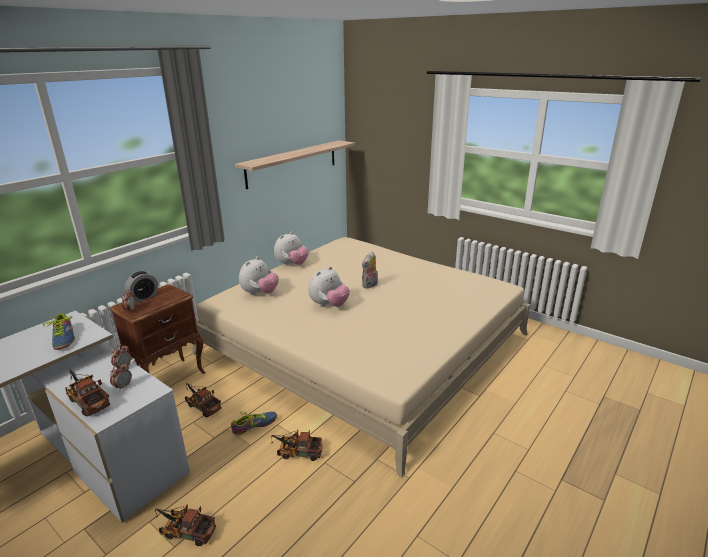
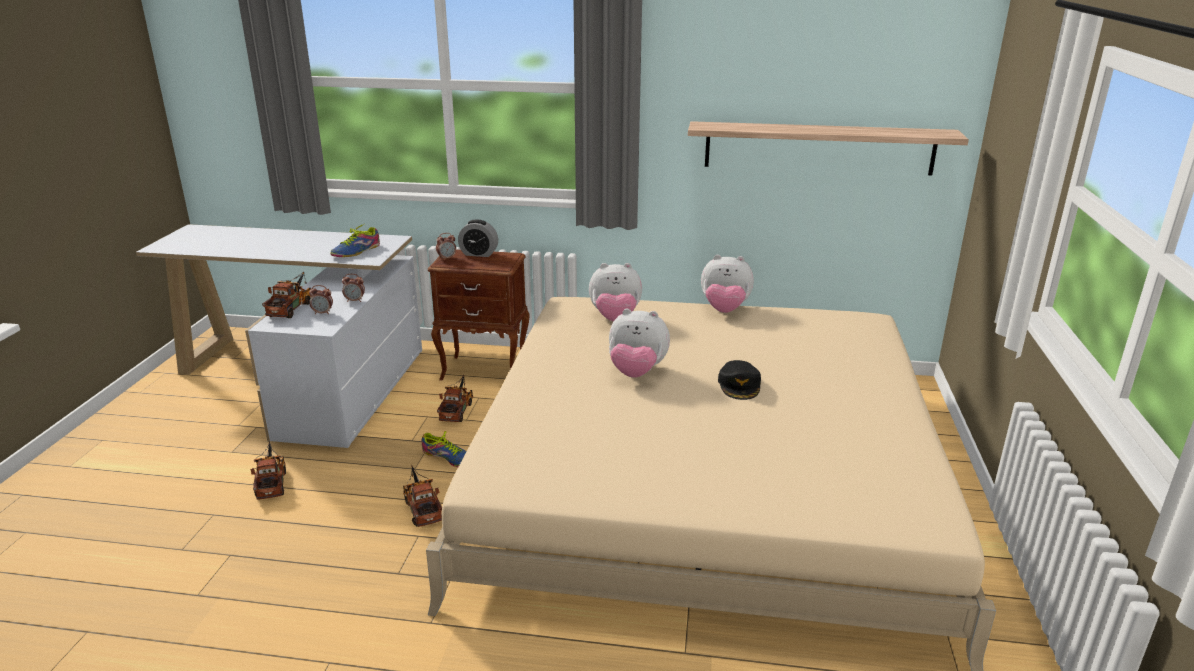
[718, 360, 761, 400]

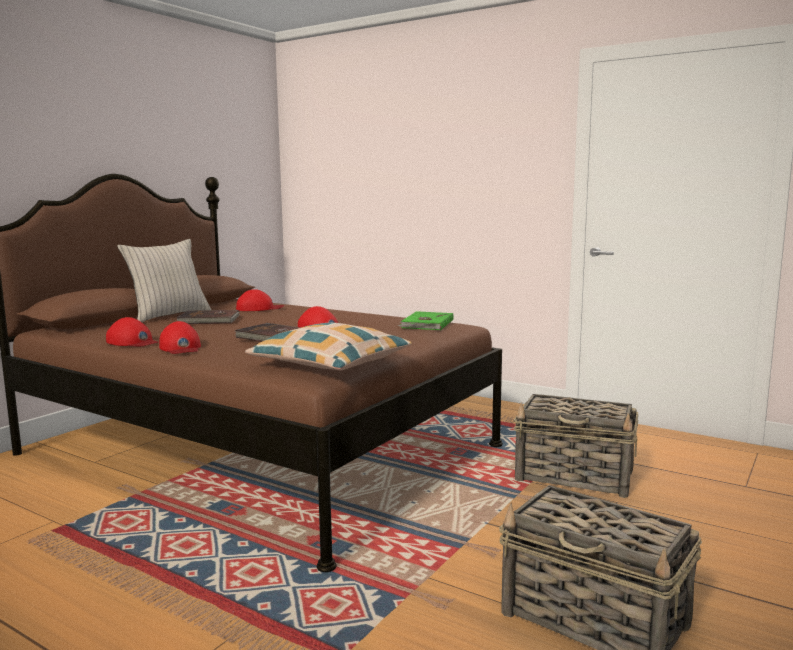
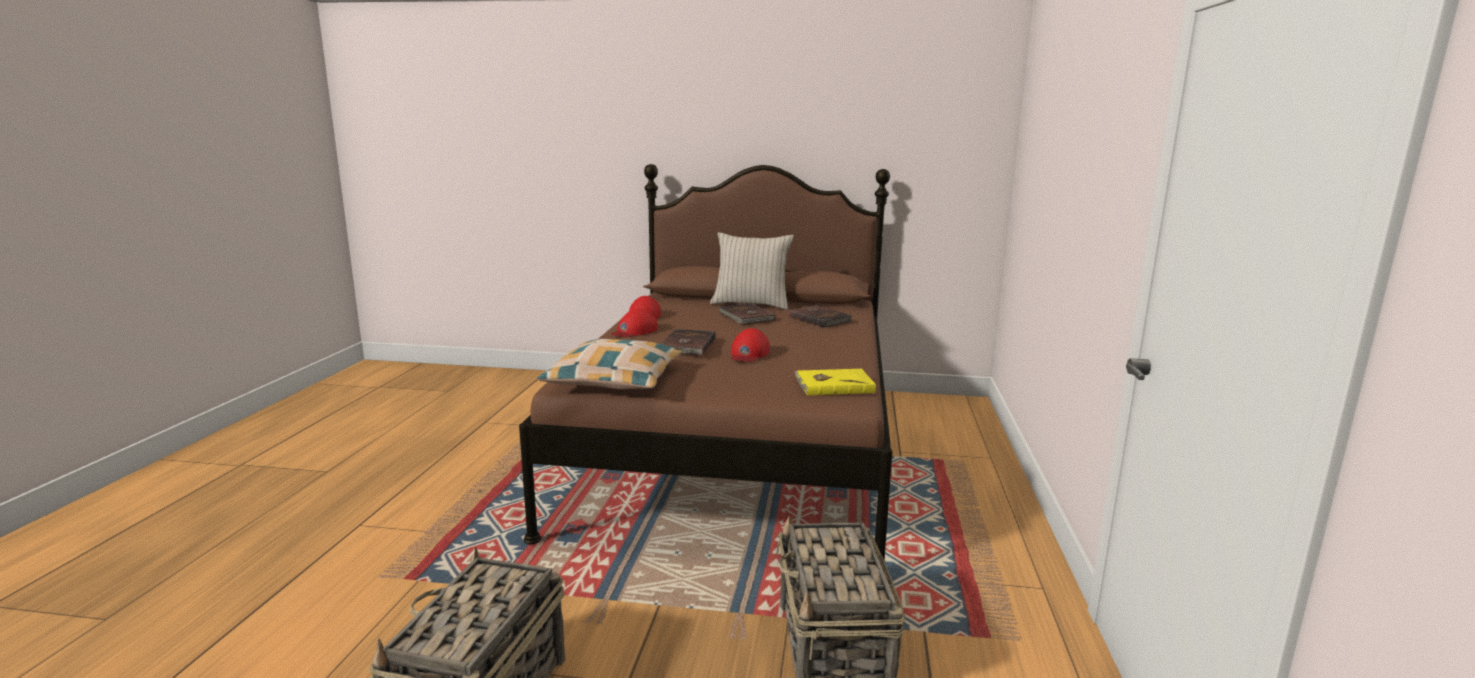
[789, 305, 852, 327]
[795, 369, 876, 396]

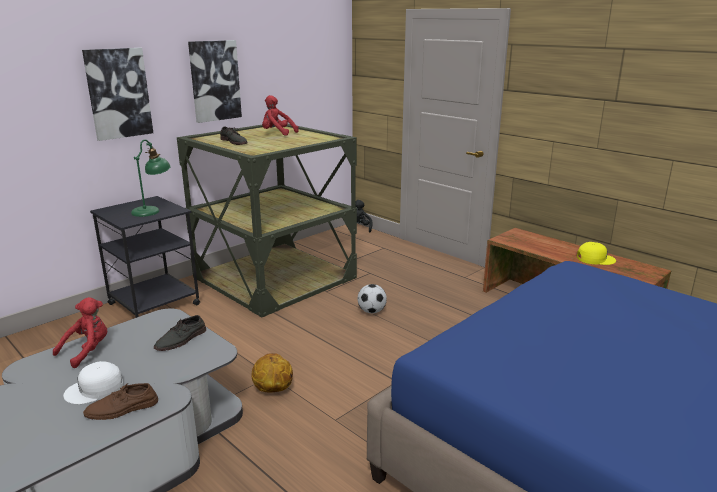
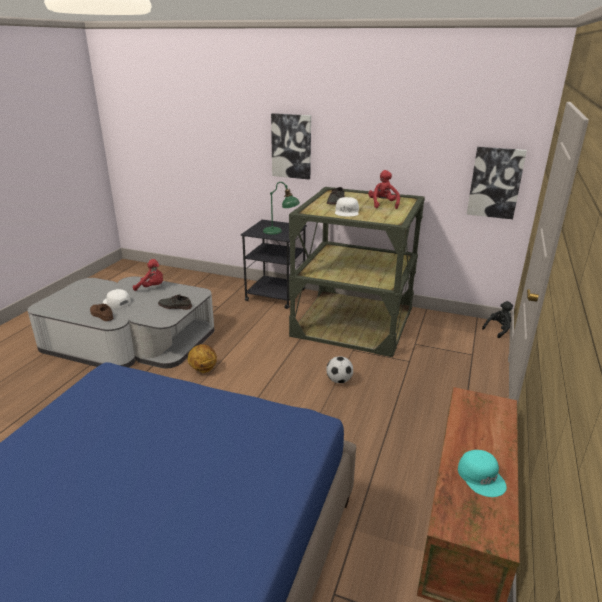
[467, 147, 527, 219]
[458, 450, 507, 497]
[335, 197, 359, 217]

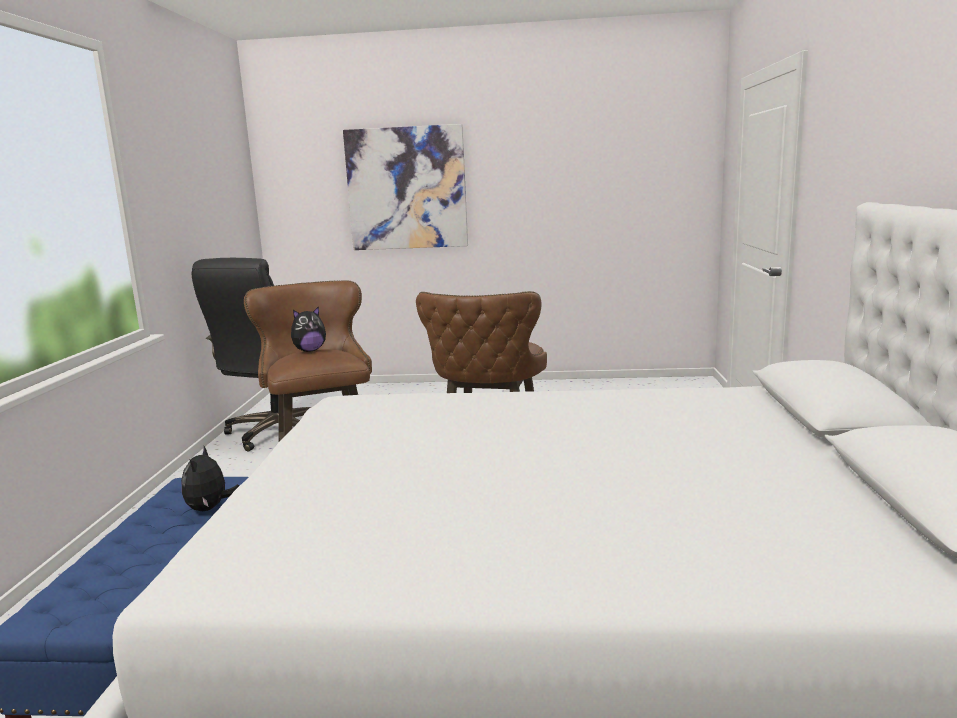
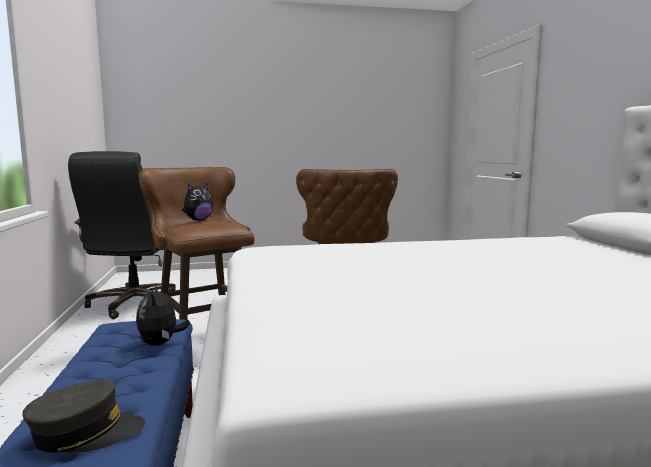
[343, 124, 468, 250] (first image)
[22, 380, 145, 453]

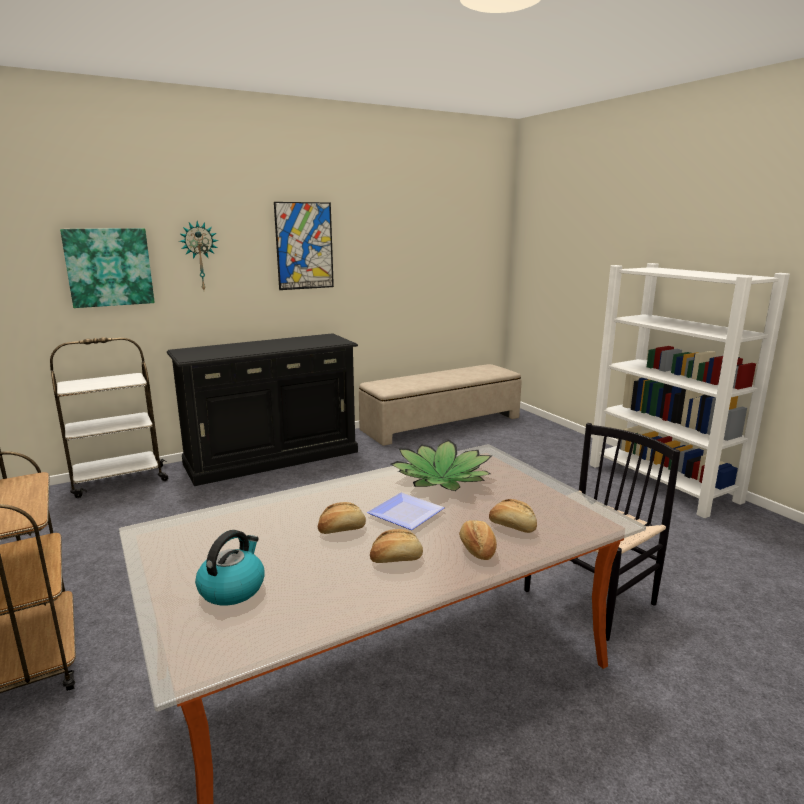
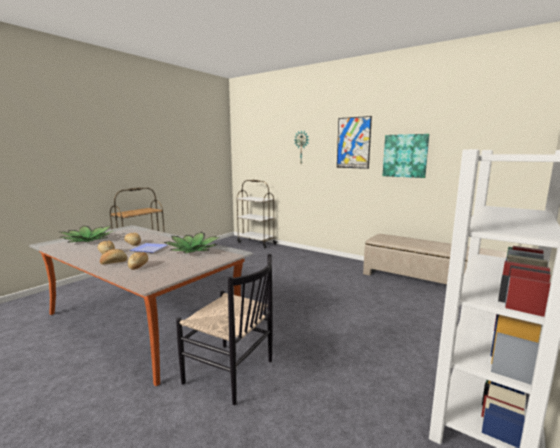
[382, 134, 429, 178]
[167, 333, 358, 486] (first image)
[59, 226, 116, 242]

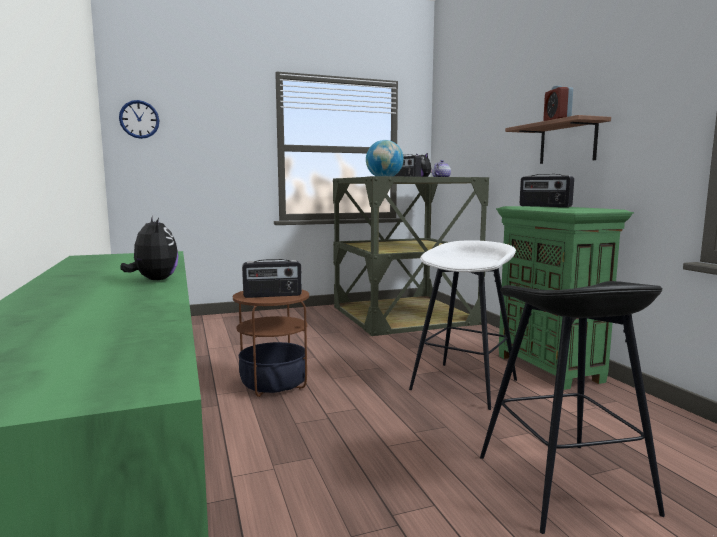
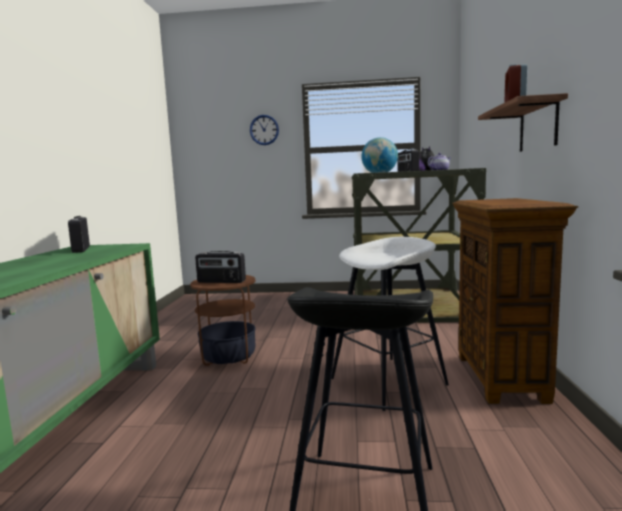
[250, 115, 279, 145]
[121, 216, 178, 280] (first image)
[452, 198, 578, 404]
[68, 216, 90, 253]

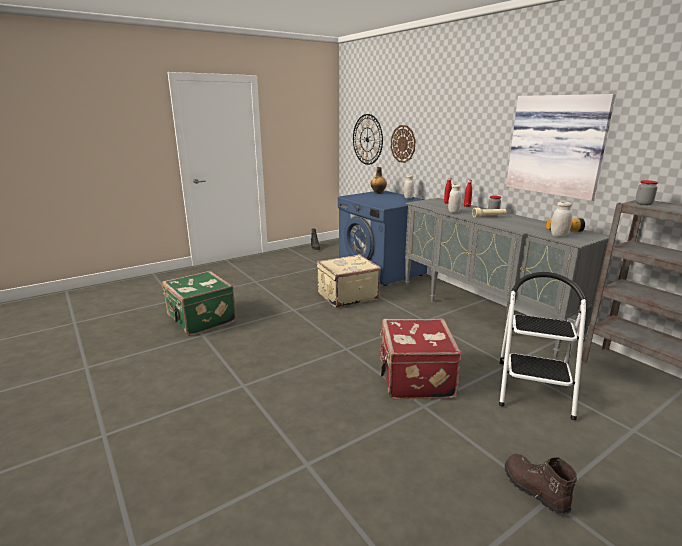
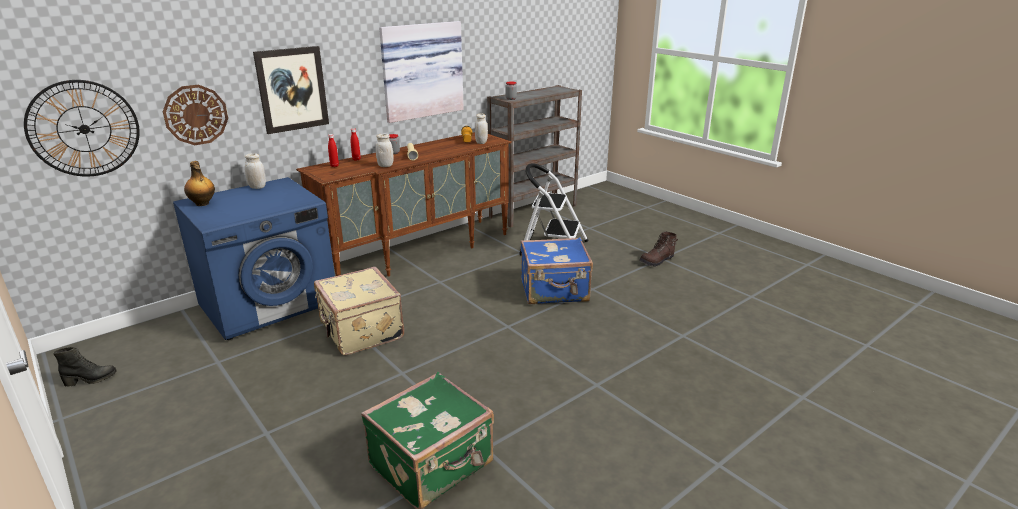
[521, 237, 593, 304]
[296, 132, 512, 277]
[253, 46, 329, 134]

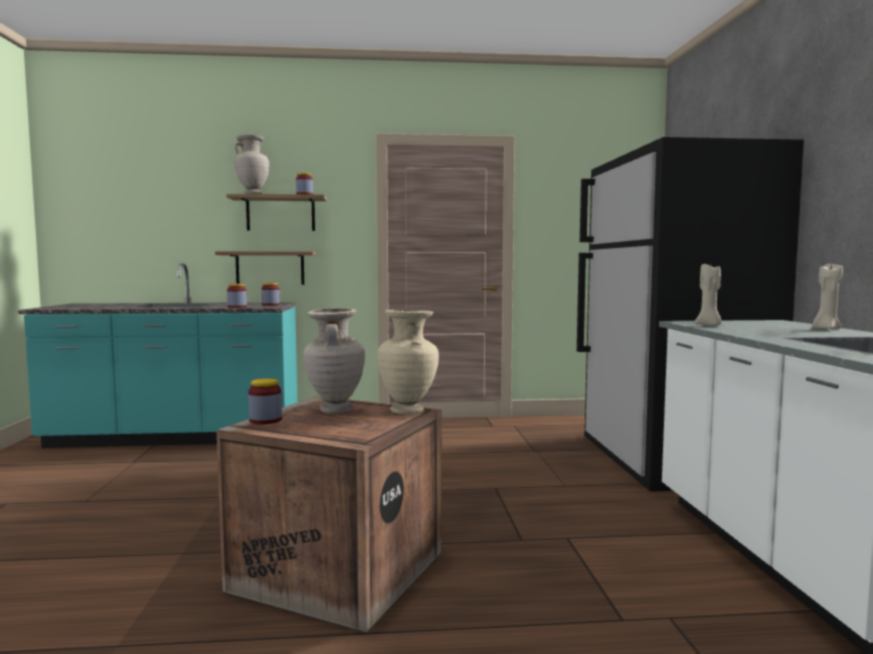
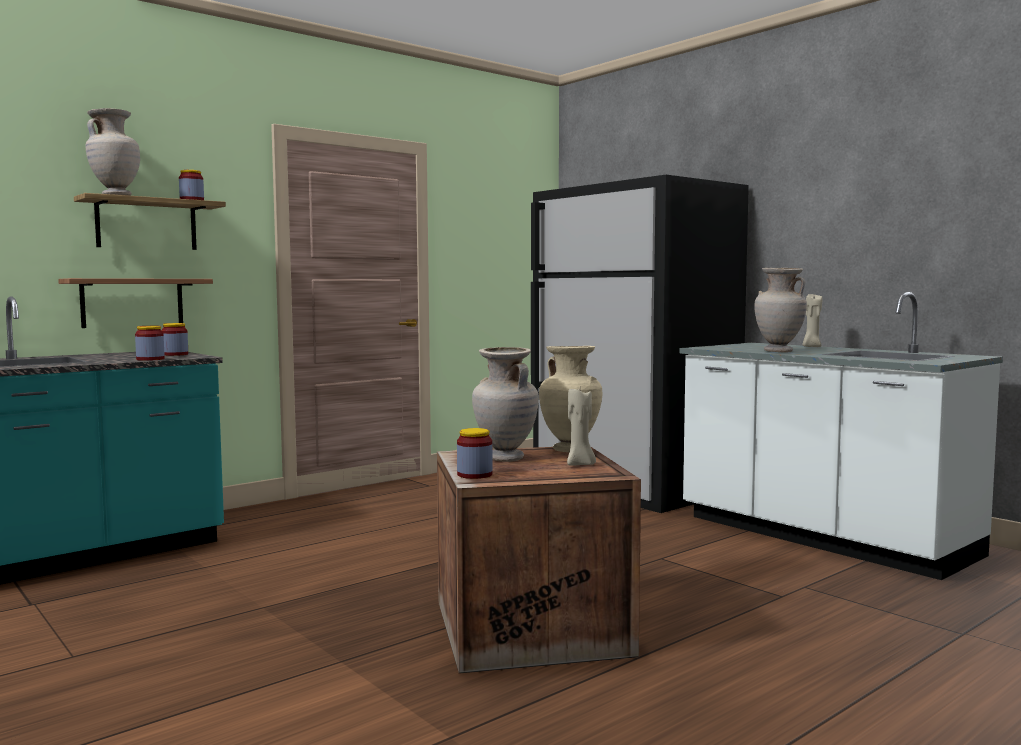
[567, 389, 596, 466]
[754, 268, 807, 352]

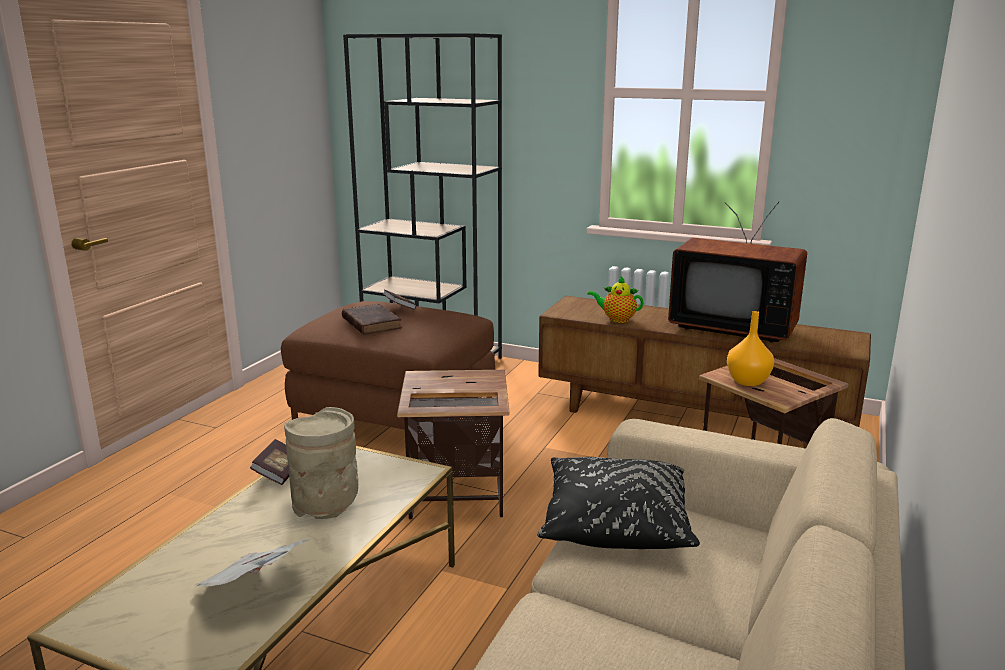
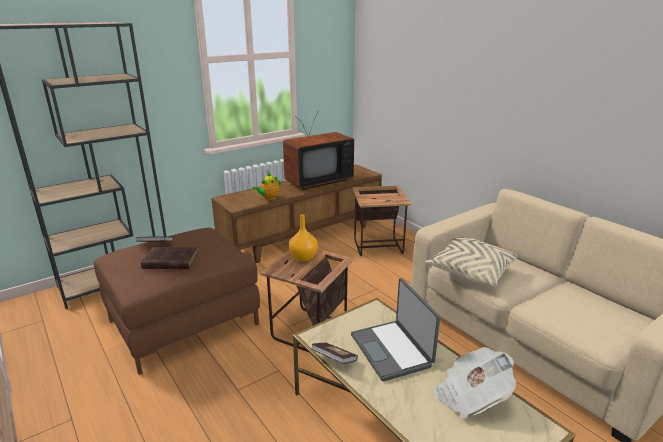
[351, 278, 440, 382]
[425, 237, 518, 287]
[289, 214, 318, 262]

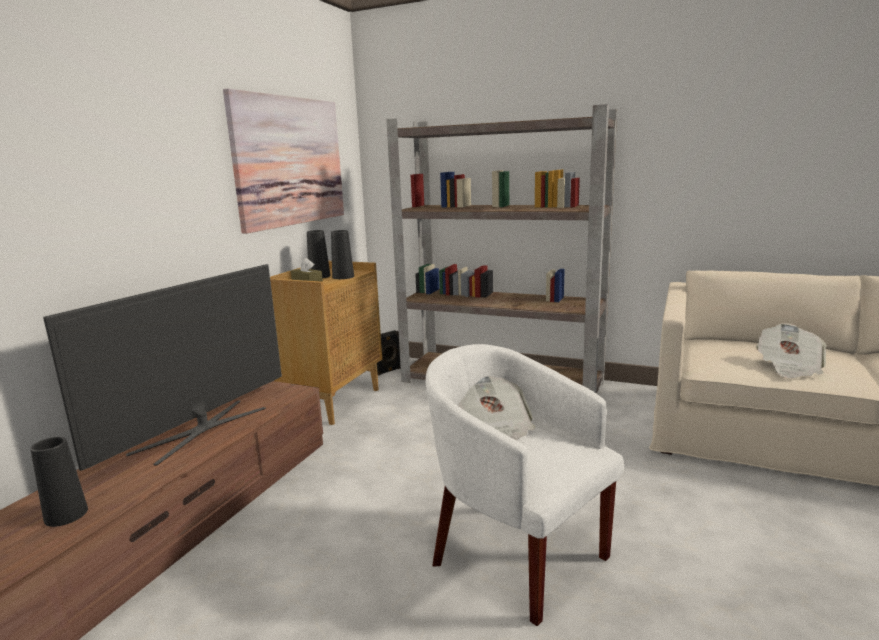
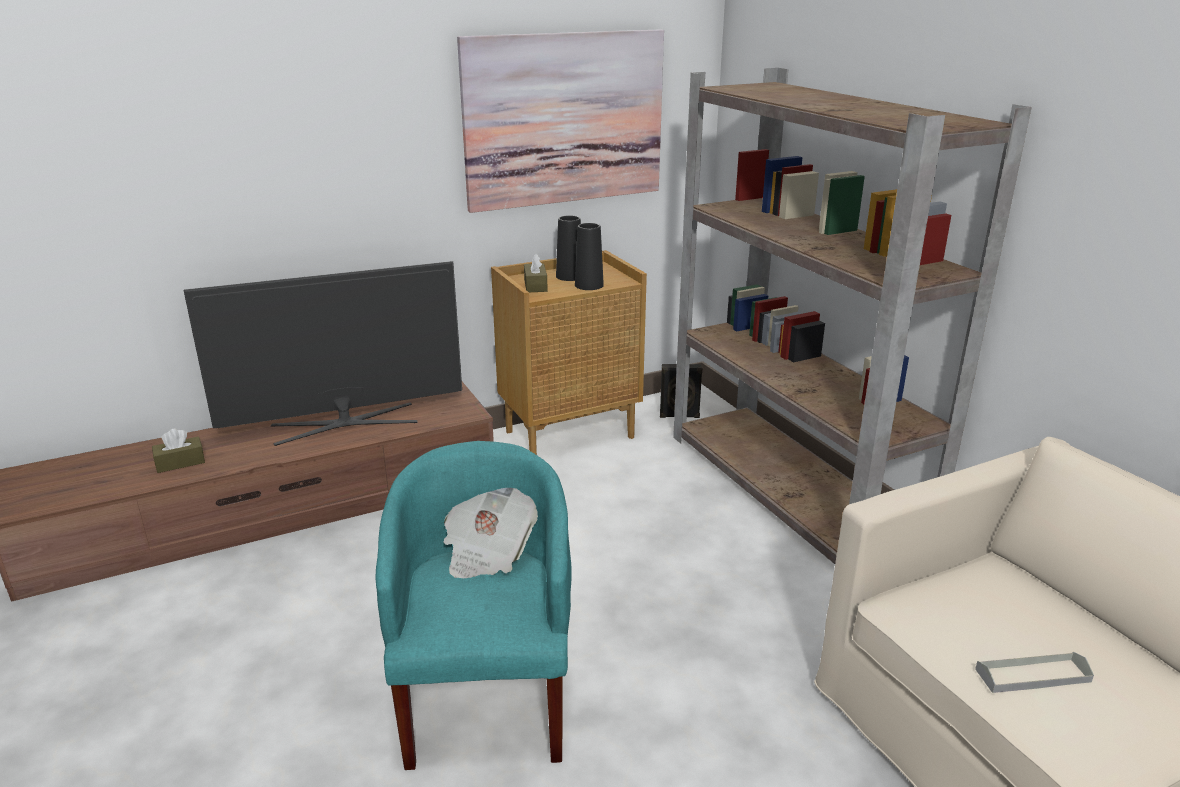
[152, 428, 205, 473]
[375, 441, 572, 770]
[975, 652, 1094, 693]

